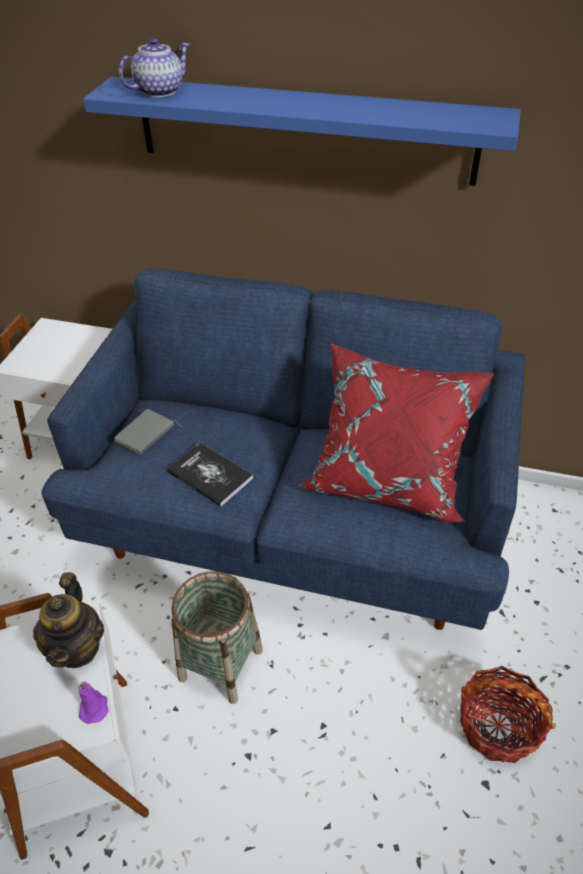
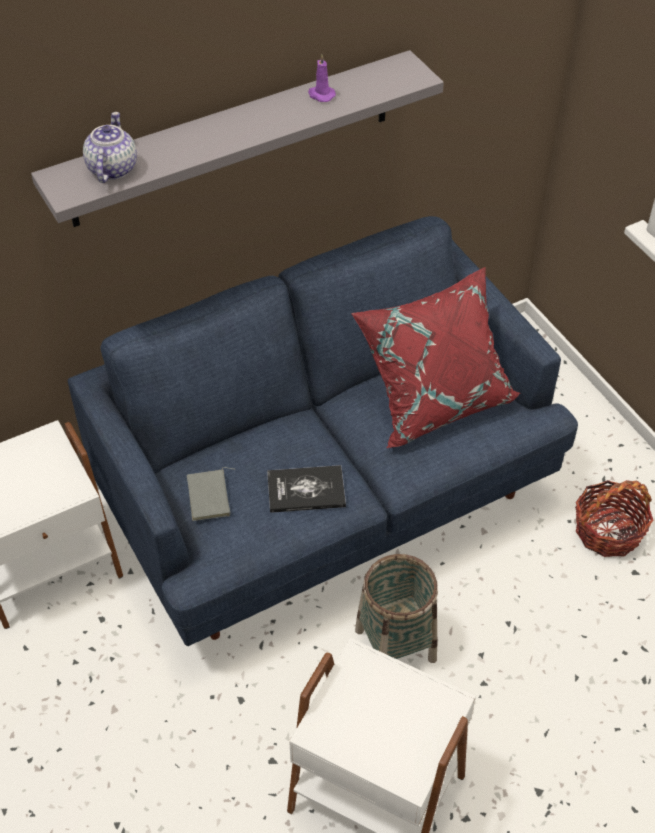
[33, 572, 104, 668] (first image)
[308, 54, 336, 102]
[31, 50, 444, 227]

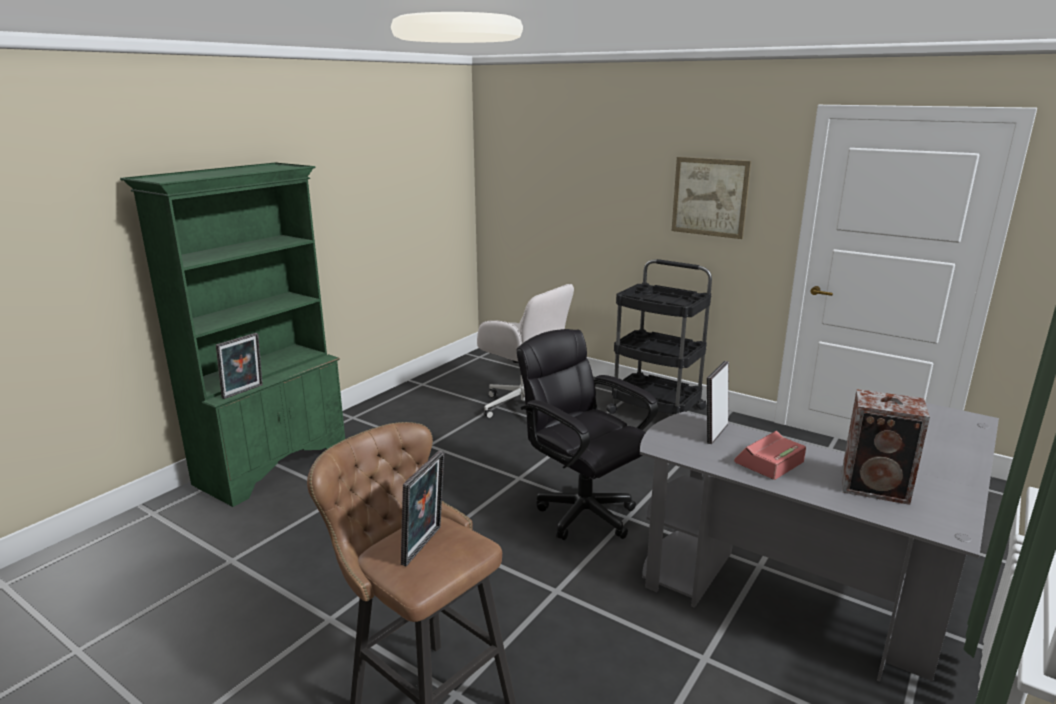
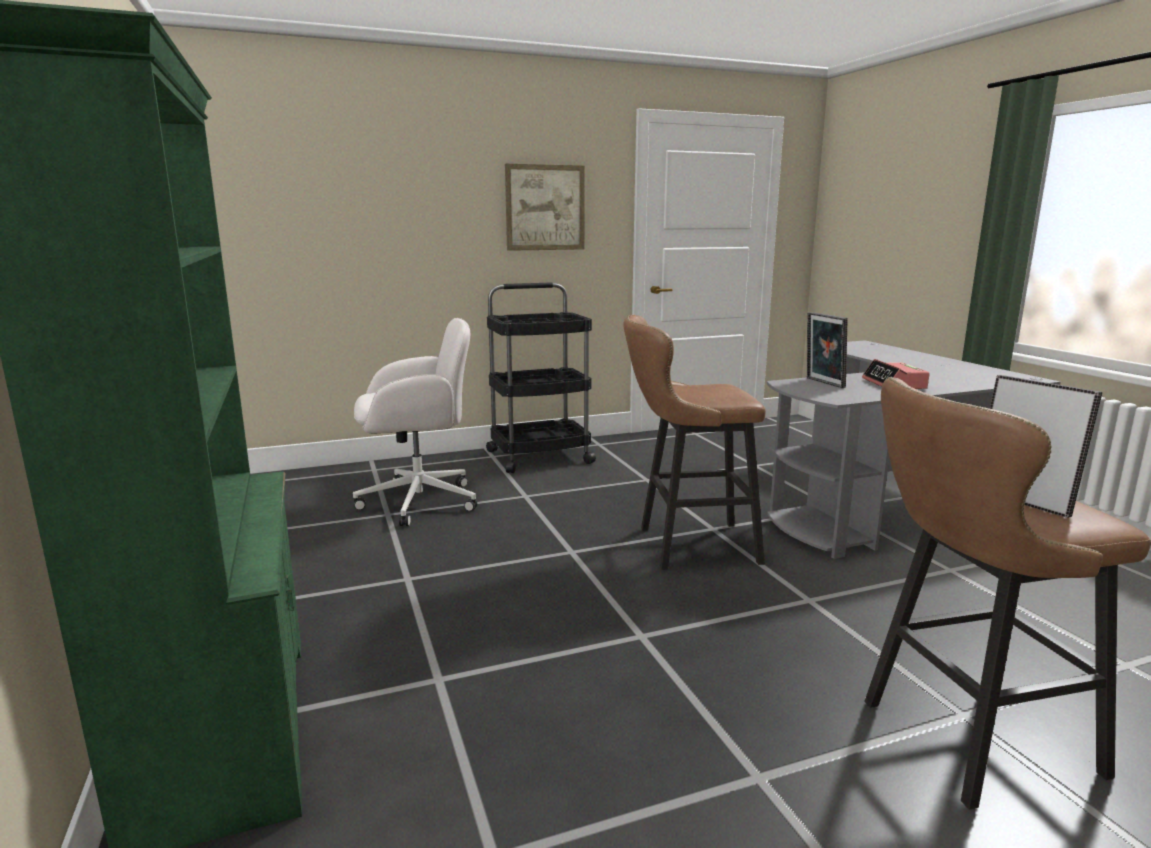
[216, 333, 263, 399] (first image)
[623, 315, 766, 570]
[842, 389, 930, 505] (first image)

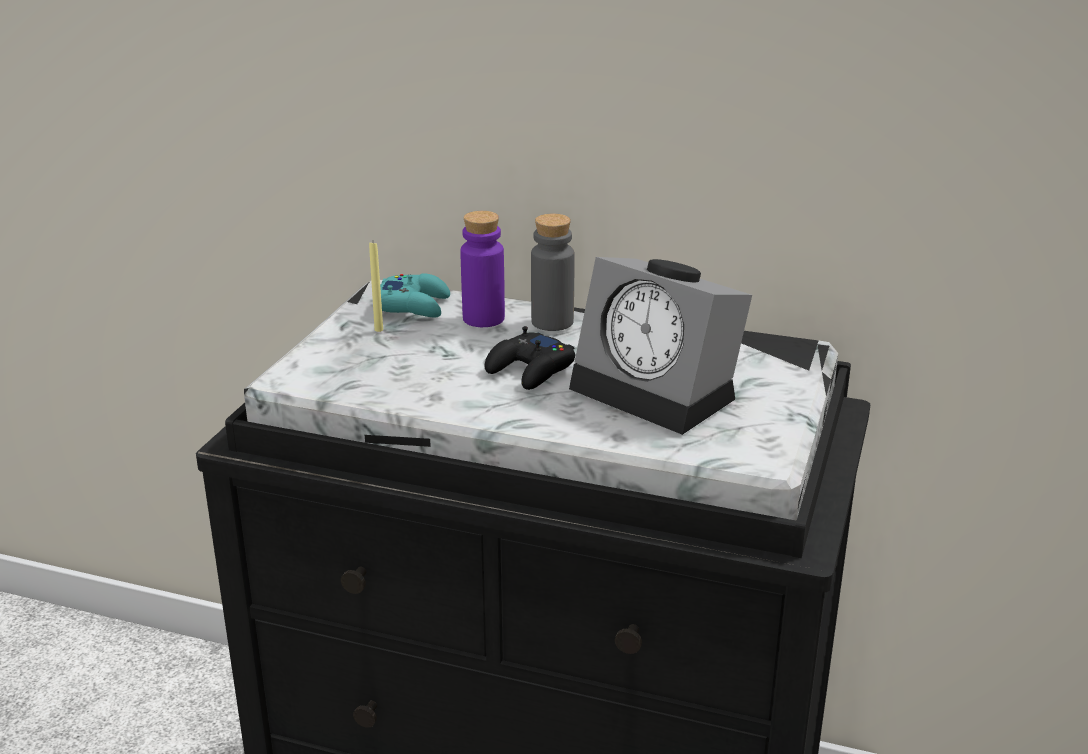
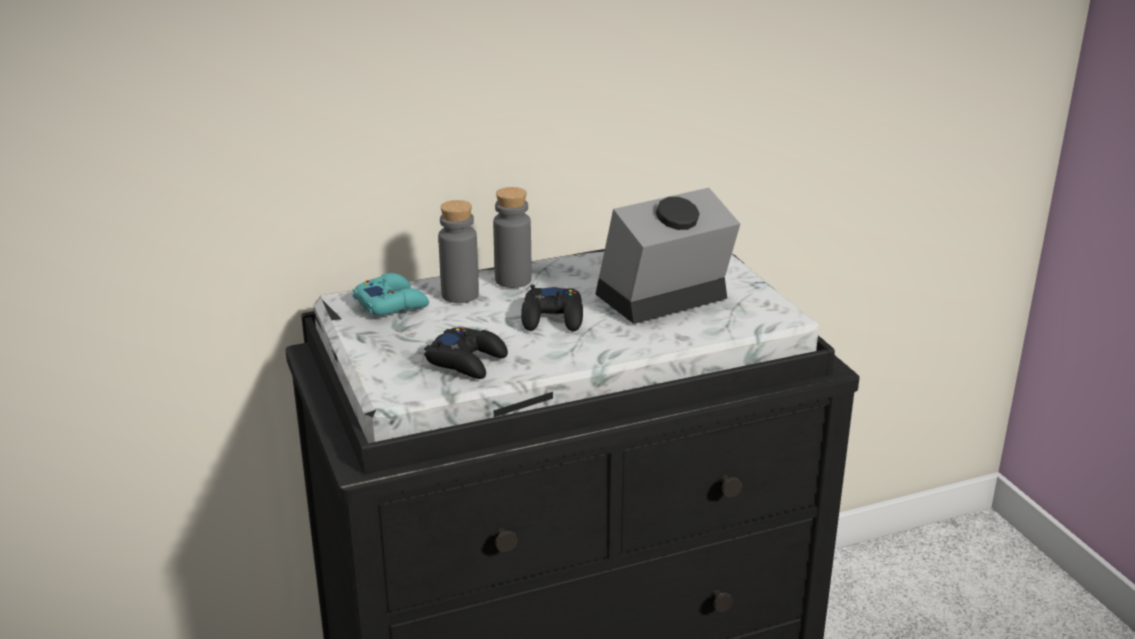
[369, 243, 383, 332] (first image)
[438, 200, 479, 303]
[595, 188, 740, 324]
[424, 327, 508, 379]

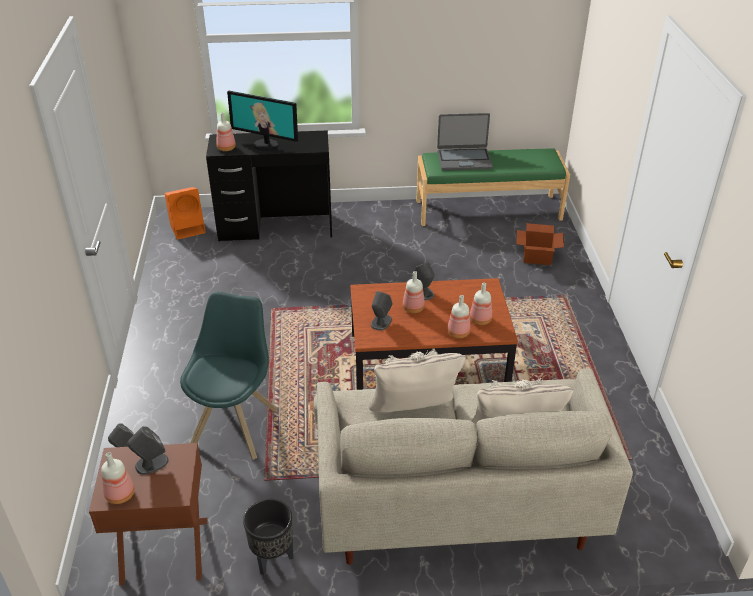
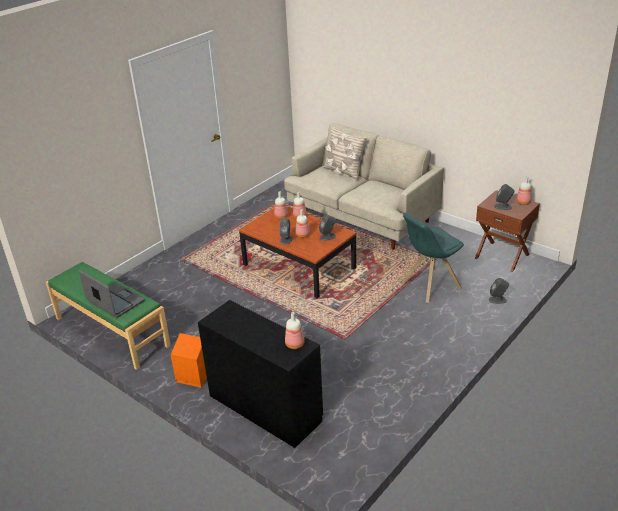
[171, 333, 207, 388]
[227, 90, 298, 150] (first image)
[243, 499, 293, 575] (first image)
[369, 349, 465, 413] (first image)
[516, 223, 564, 265] (first image)

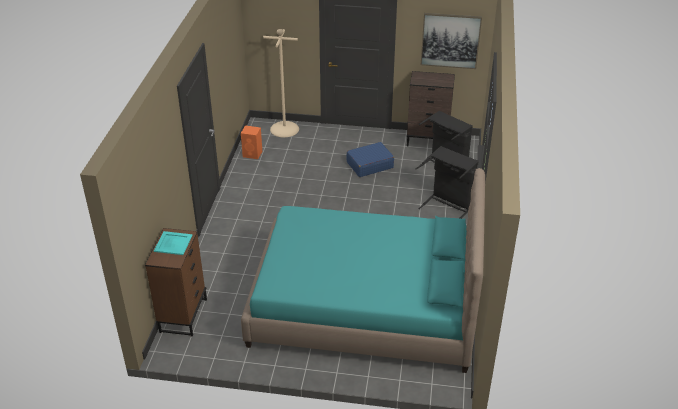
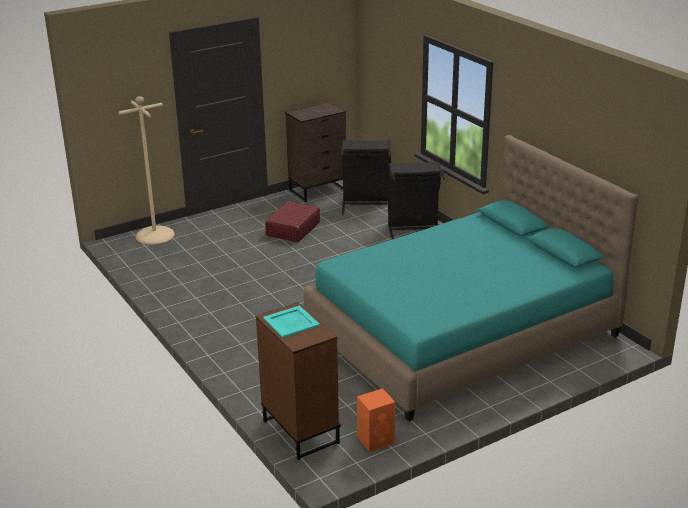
[357, 388, 395, 452]
[265, 201, 320, 242]
[421, 13, 482, 69] (first image)

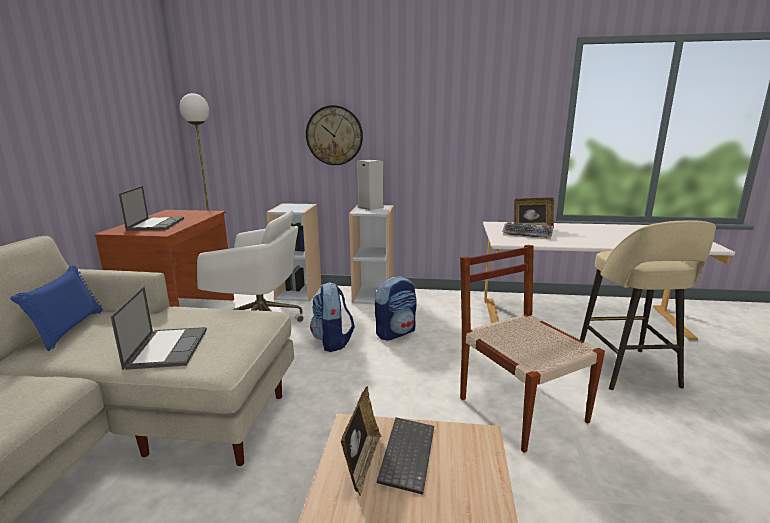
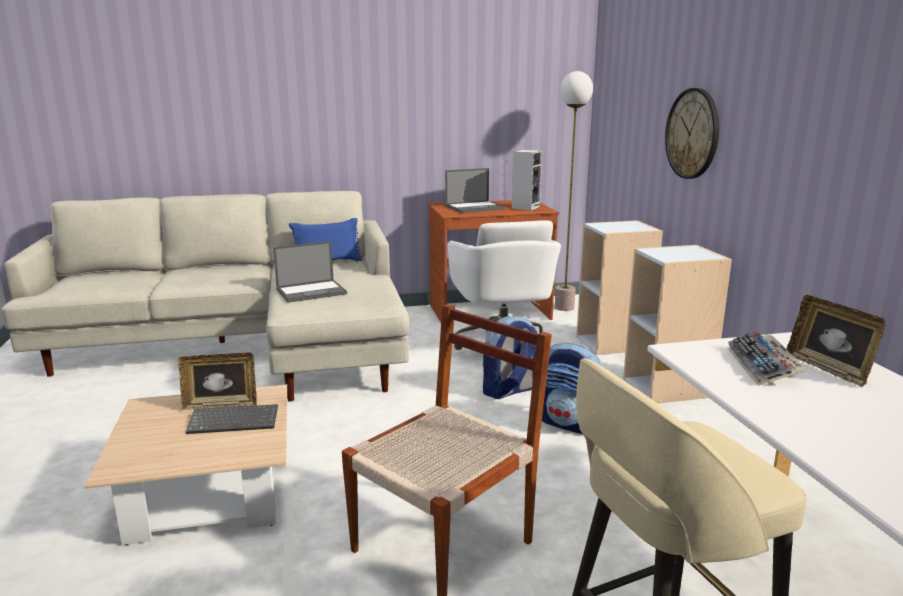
[512, 150, 542, 210]

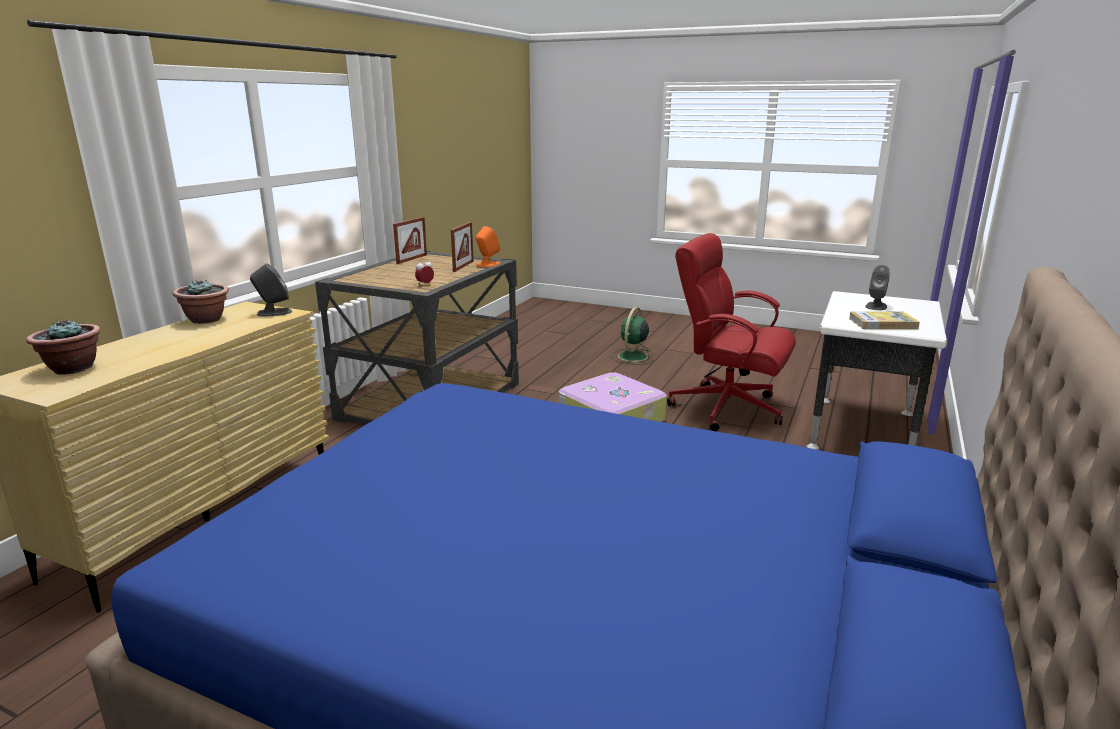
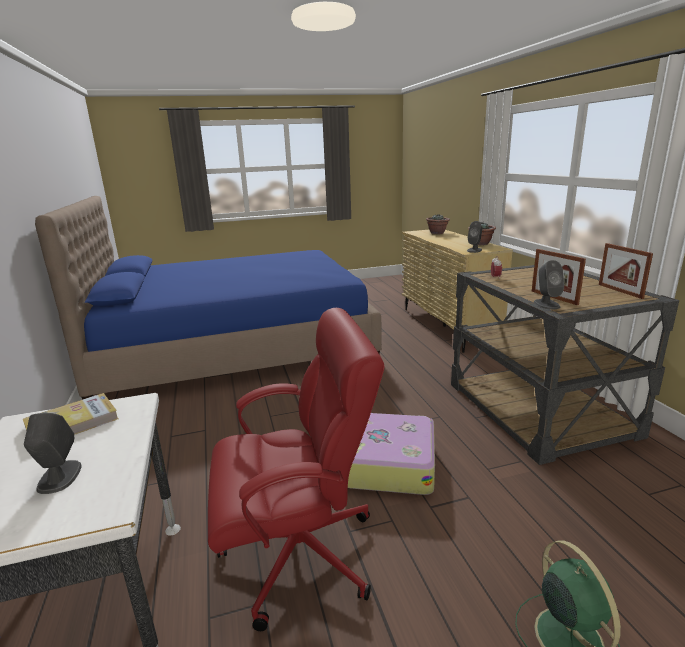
[534, 260, 564, 309]

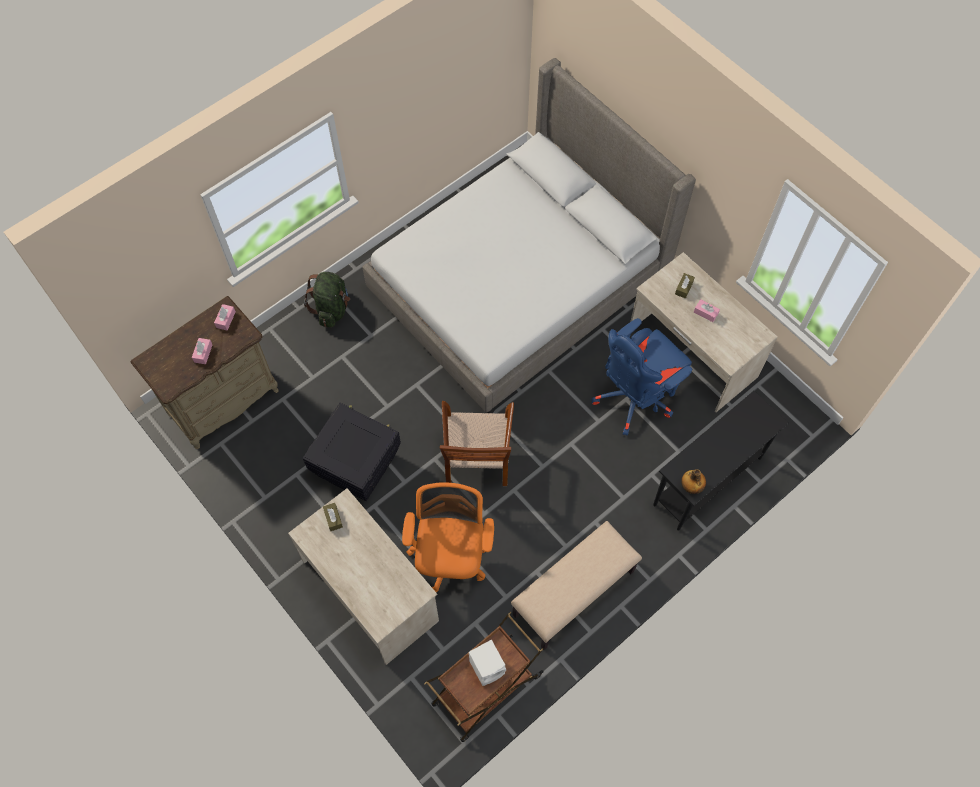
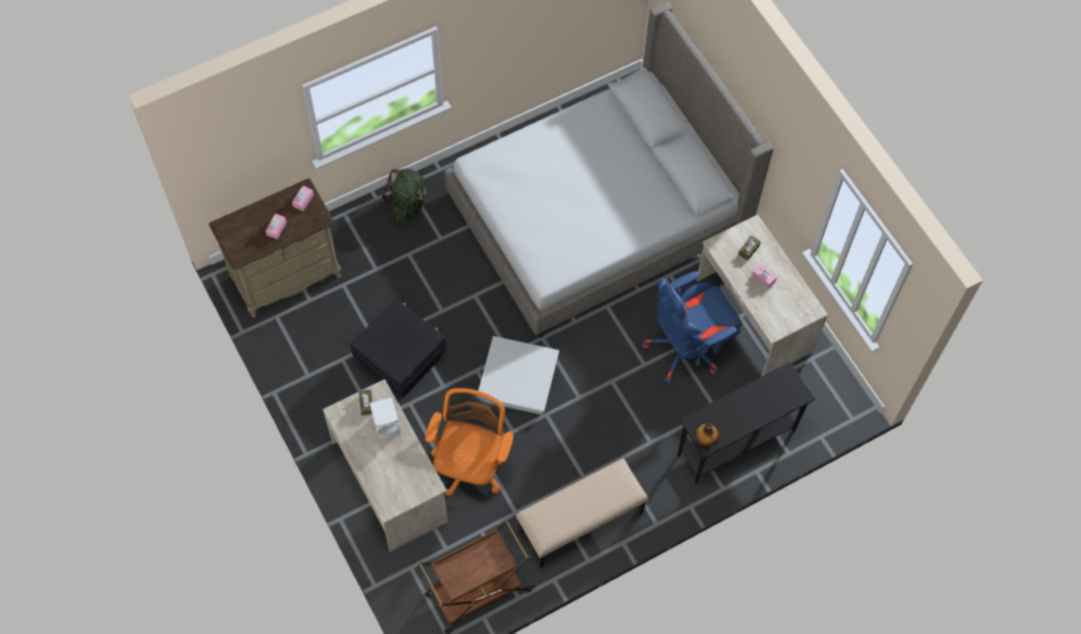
[478, 336, 559, 415]
[370, 397, 401, 440]

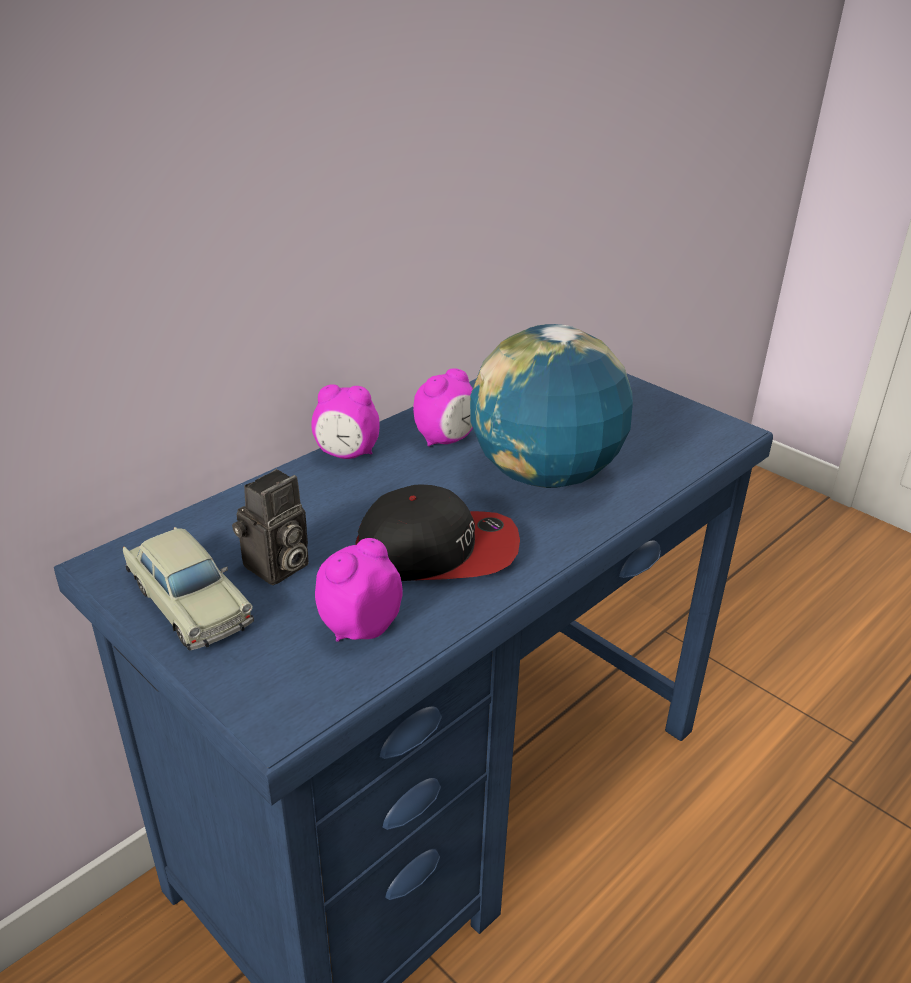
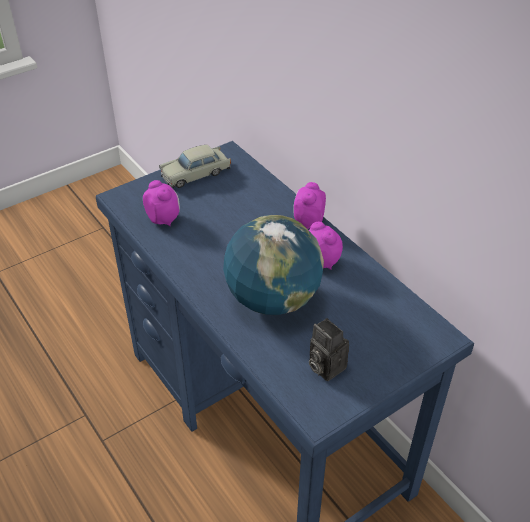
[309, 318, 349, 381]
[355, 484, 520, 581] (first image)

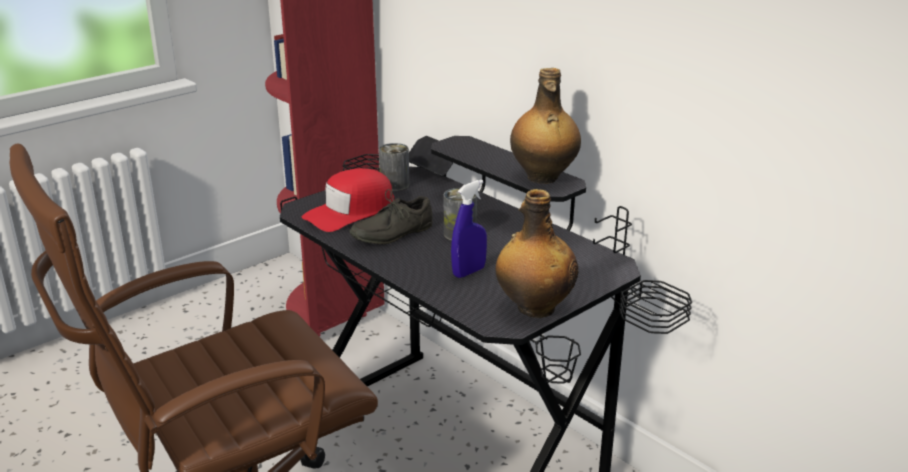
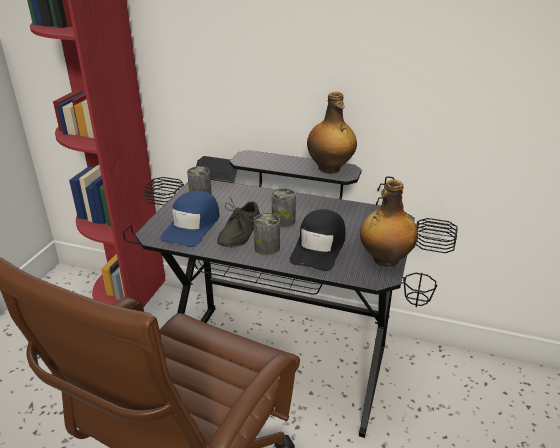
[160, 191, 220, 247]
[290, 209, 346, 271]
[254, 213, 280, 256]

